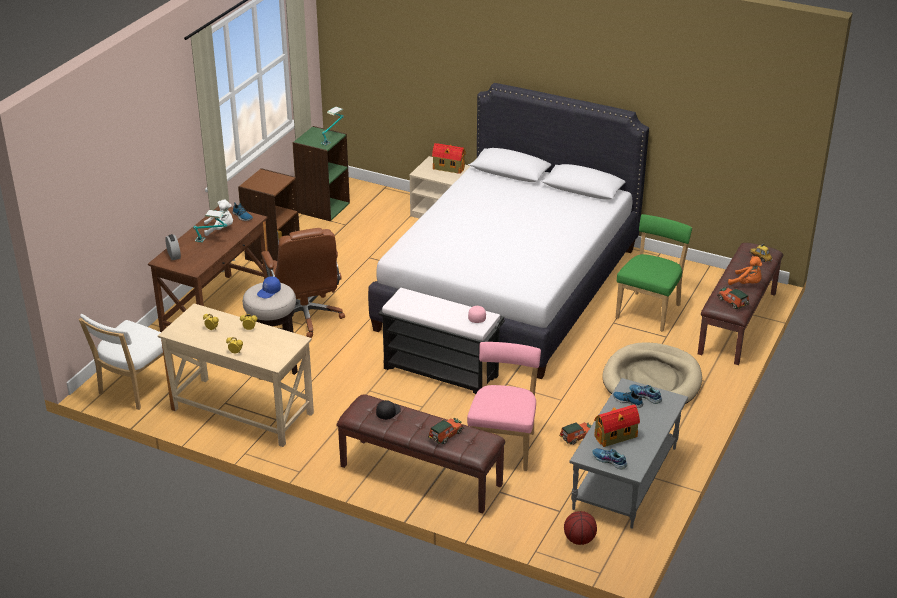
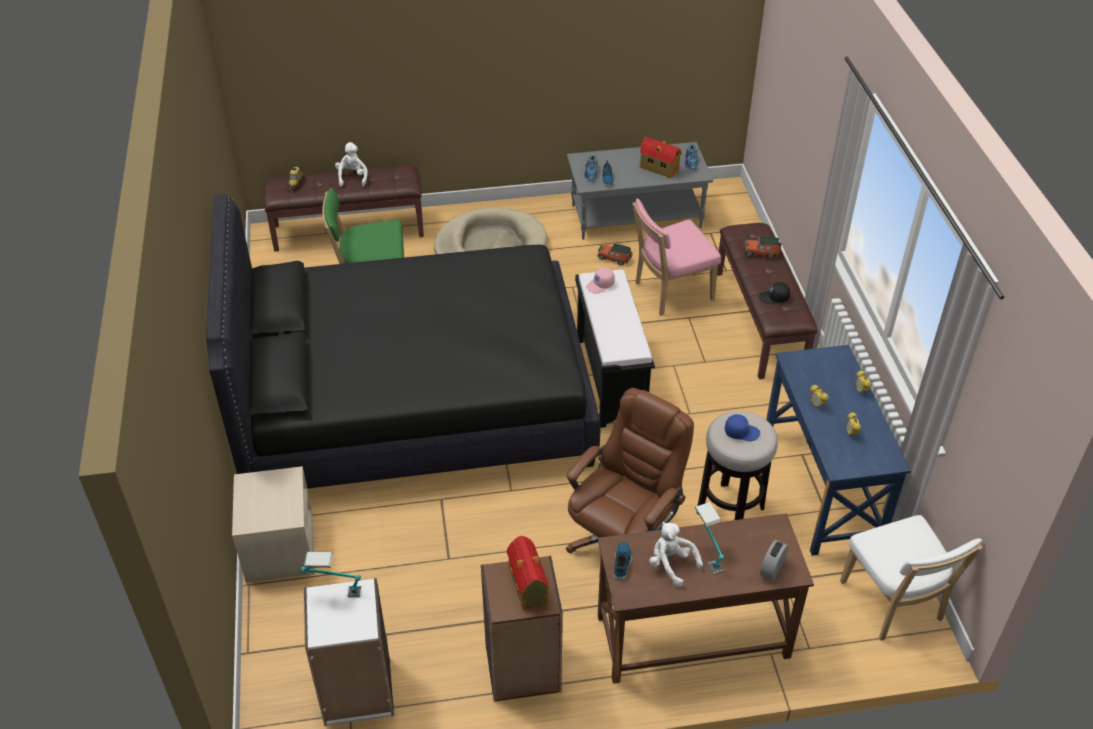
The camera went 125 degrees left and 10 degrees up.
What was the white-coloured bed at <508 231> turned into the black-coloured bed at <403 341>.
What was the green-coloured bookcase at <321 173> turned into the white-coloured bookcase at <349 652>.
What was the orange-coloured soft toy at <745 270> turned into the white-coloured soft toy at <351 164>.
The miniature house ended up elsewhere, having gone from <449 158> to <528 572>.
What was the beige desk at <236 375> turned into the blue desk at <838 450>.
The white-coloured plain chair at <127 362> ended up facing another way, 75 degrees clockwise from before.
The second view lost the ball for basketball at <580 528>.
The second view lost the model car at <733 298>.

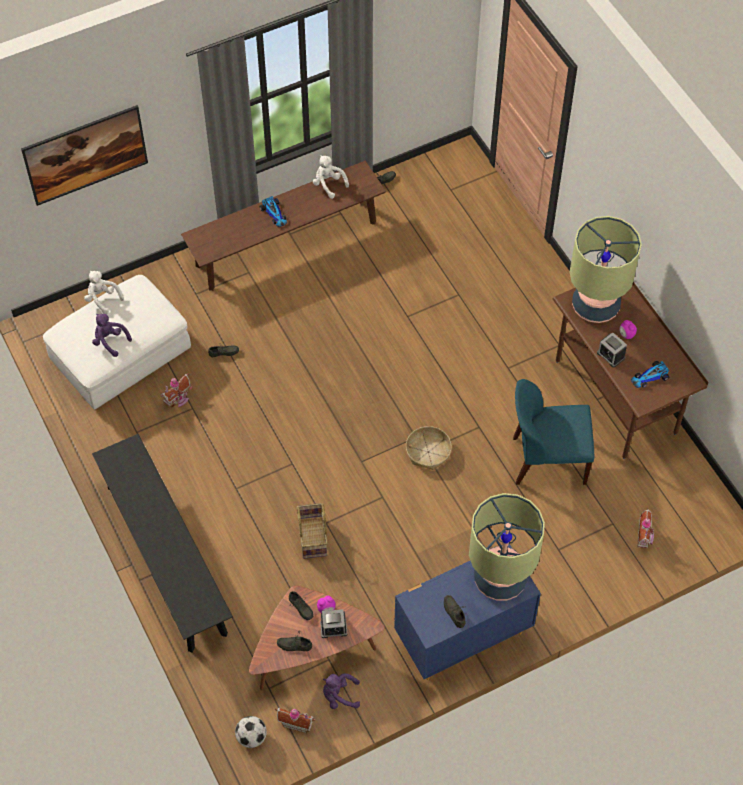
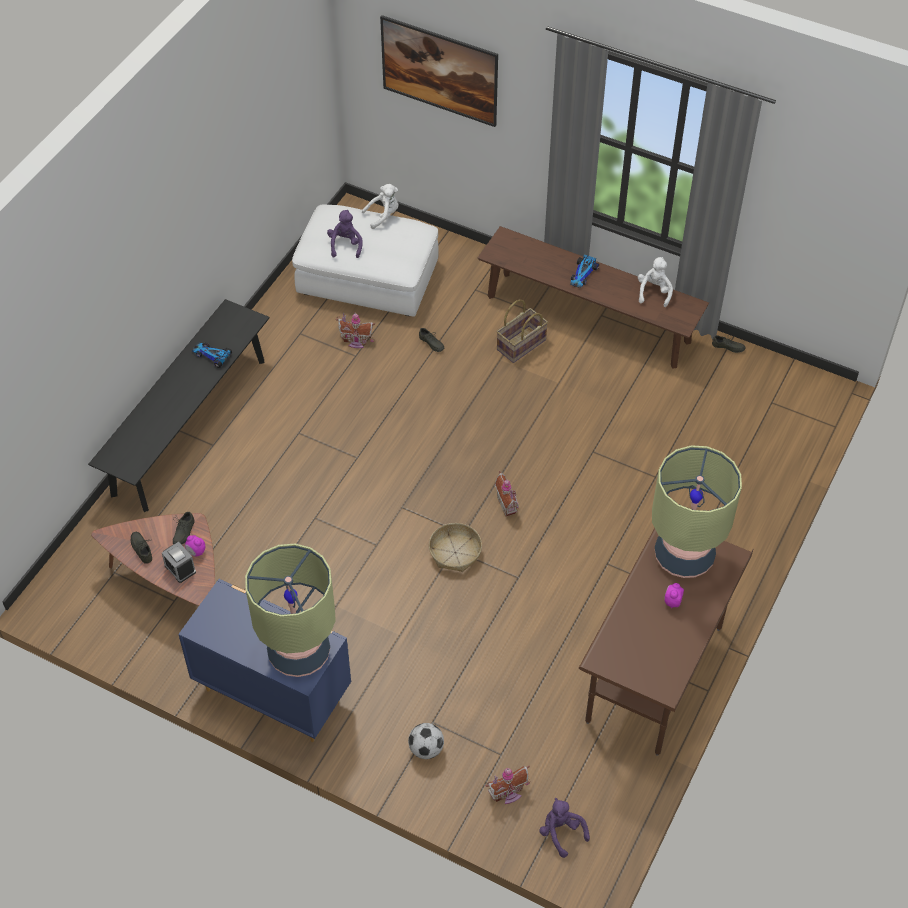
The camera went 55 degrees right and 5 degrees down.
The model car ended up elsewhere, having gone from <650 374> to <212 355>.
The white-coloured soft toy at <104 292> ended up facing another way, 60 degrees clockwise from before.
The football ball ended up elsewhere, having gone from <251 732> to <426 741>.
The miniature house ended up elsewhere, having gone from <295 720> to <507 493>.
The basket ended up elsewhere, having gone from <312 531> to <522 331>.
The purplish soft toy ended up elsewhere, having gone from <341 691> to <564 828>.
The second view lost the gray shoe at <455 611>.
The second view lost the blue plain chair at <553 432>.
The second view lost the bedside clock at <612 350>.

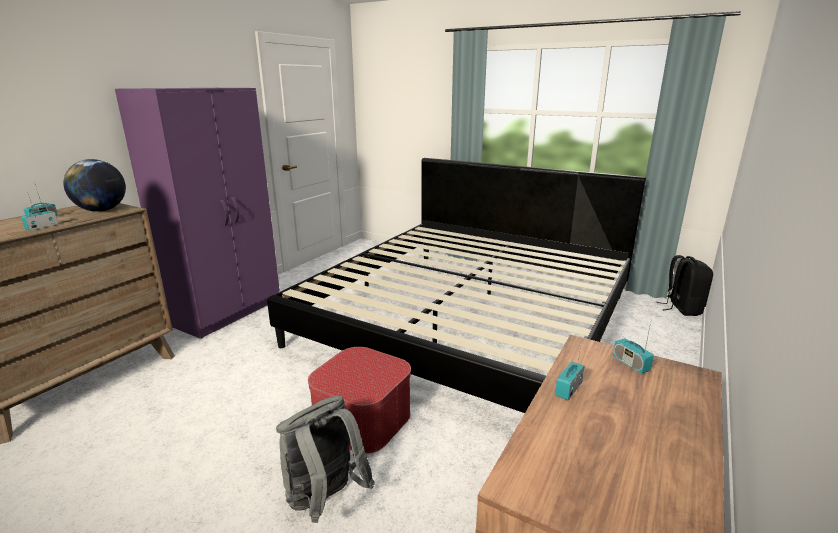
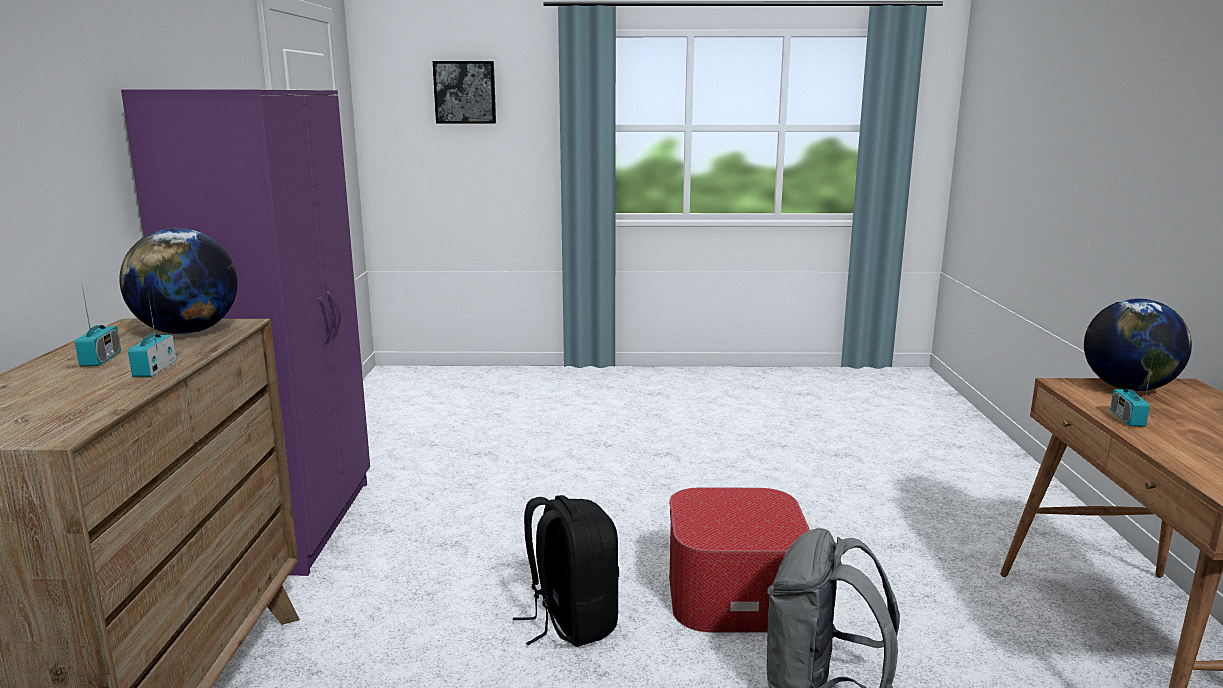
The camera went 30 degrees left and 5 degrees down.
The second view gained the wall art at <464 92>.
The black-coloured knapsack ended up elsewhere, having gone from <685 285> to <566 571>.
Where the radio set stood at <633 346>, the globe came to stand at <1138 344>.
The second view lost the bed at <456 285>.

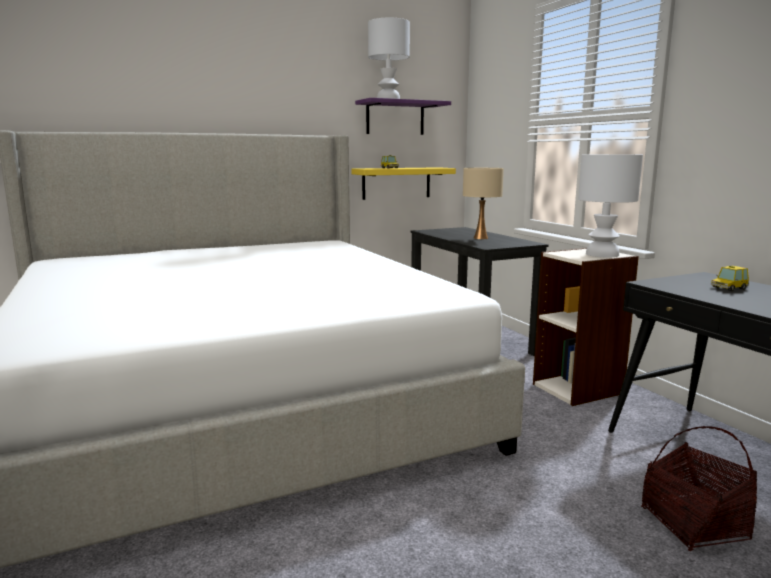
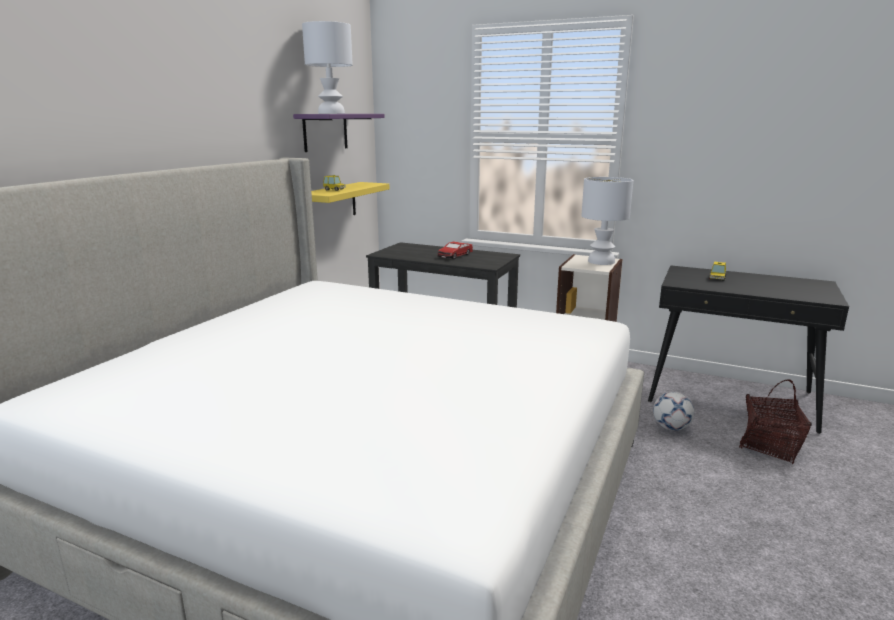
The camera went 40 degrees left and 5 degrees up.
Where the beige lamp for a table stood at <483 203>, the model car came to stand at <455 250>.
The second view gained the football ball at <673 411>.

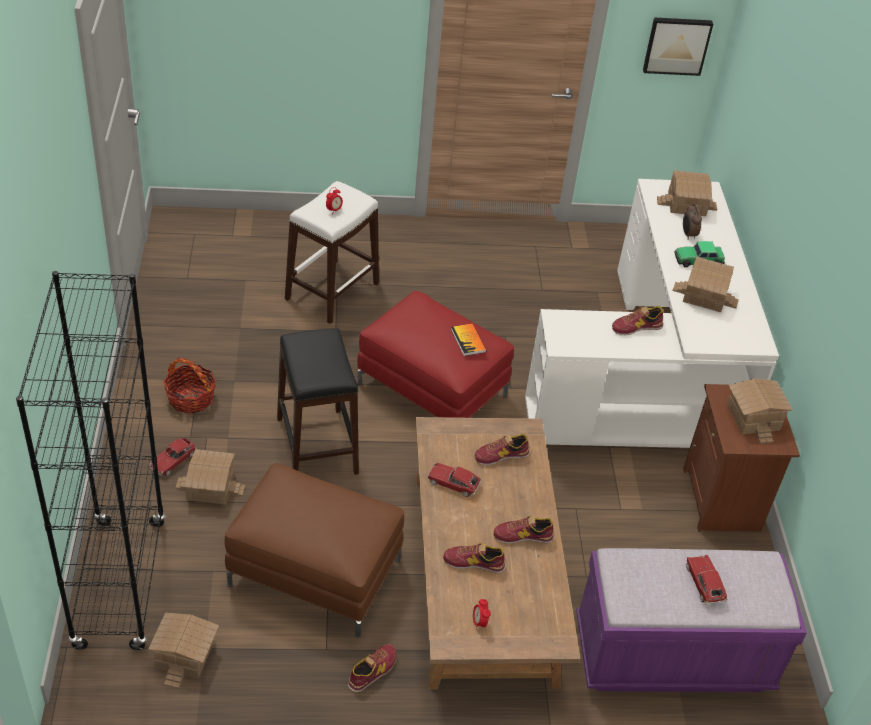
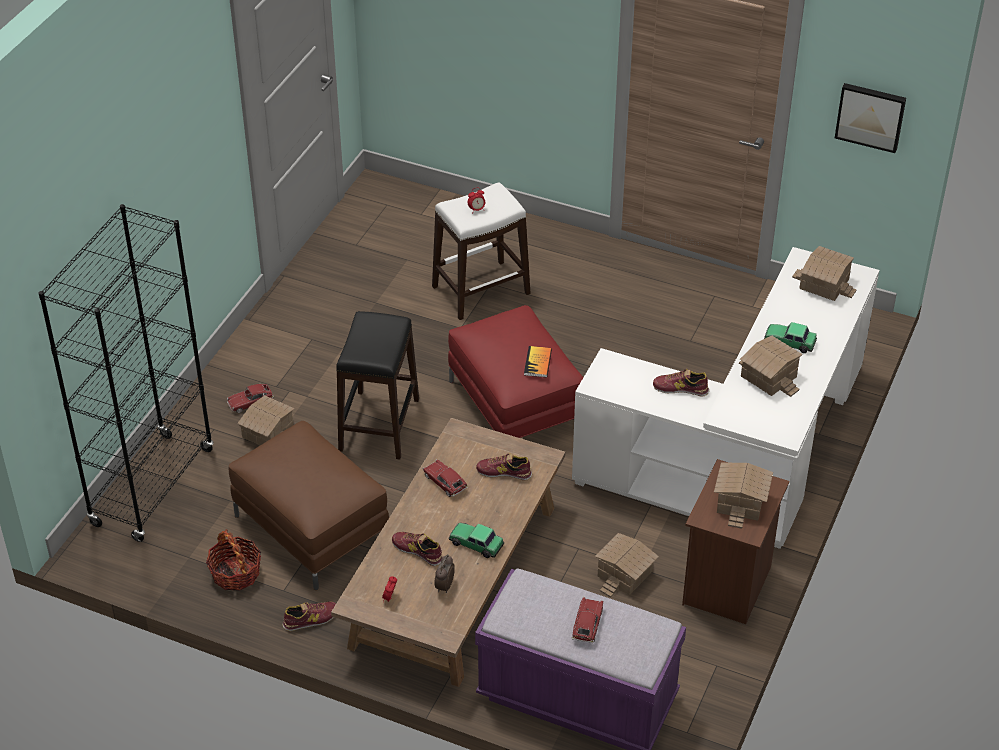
The camera went 30 degrees right and 0 degrees up.
The basket ended up elsewhere, having gone from <189 385> to <233 560>.
The bedside clock ended up elsewhere, having gone from <692 222> to <445 573>.
Where the shoe stood at <524 530>, the model car came to stand at <476 540>.
The miniature house ended up elsewhere, having gone from <183 651> to <627 565>.

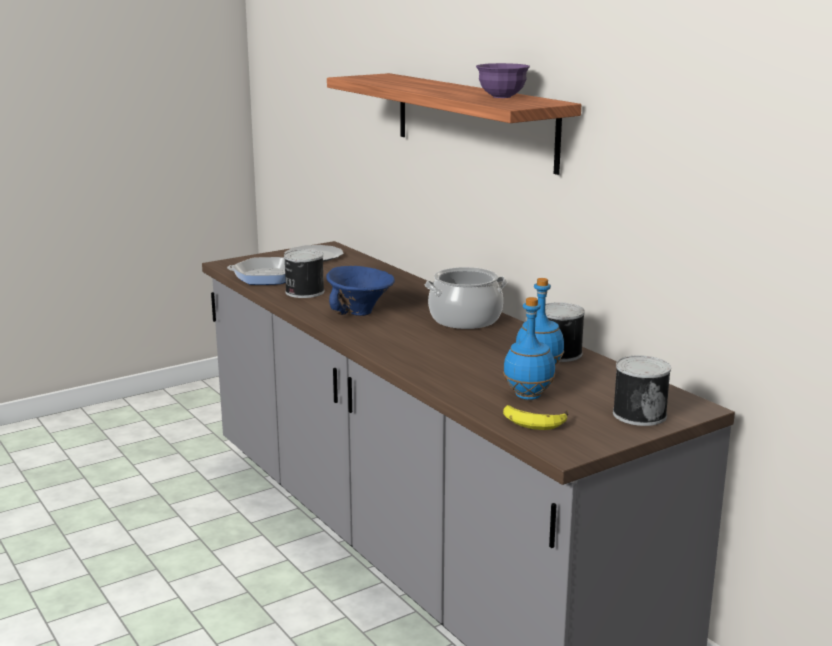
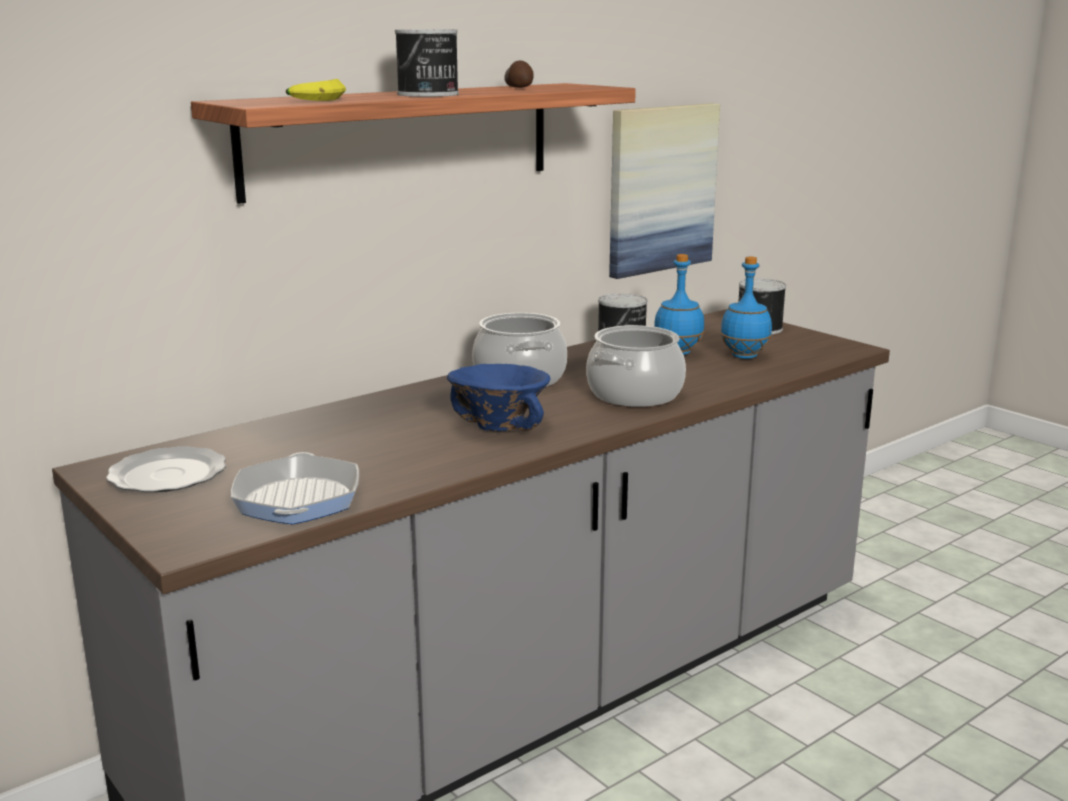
The camera went 95 degrees left and 0 degrees up.
The banana fruit ended up elsewhere, having gone from <535 417> to <316 90>.
The sealed can ended up elsewhere, having gone from <304 273> to <427 63>.
Where the purplish serving bowl stood at <503 80>, the potato came to stand at <519 74>.
The second view gained the saucepot at <636 366>.
The second view gained the wall art at <664 191>.

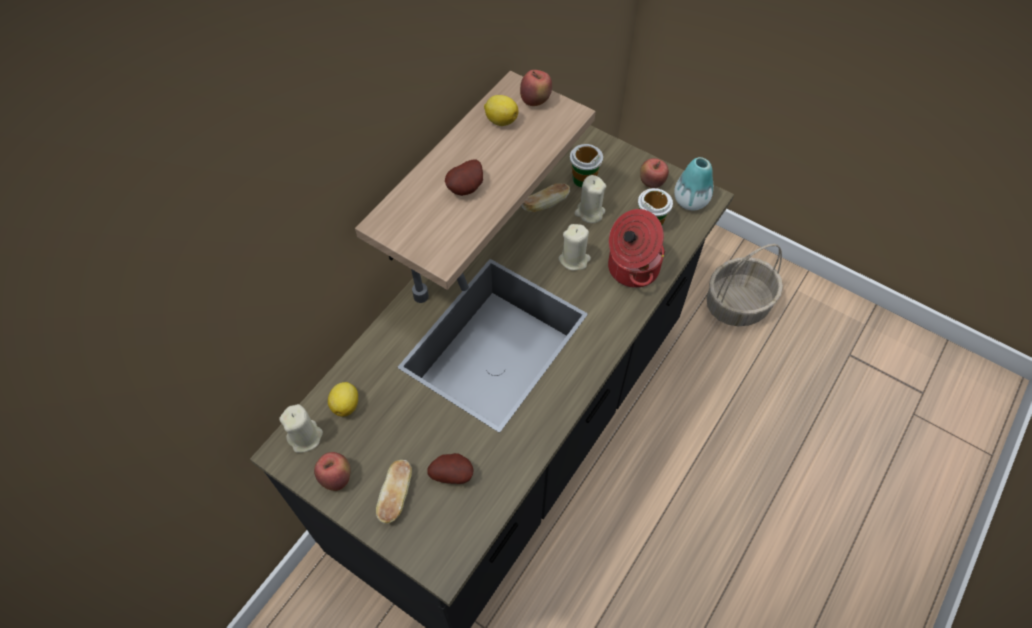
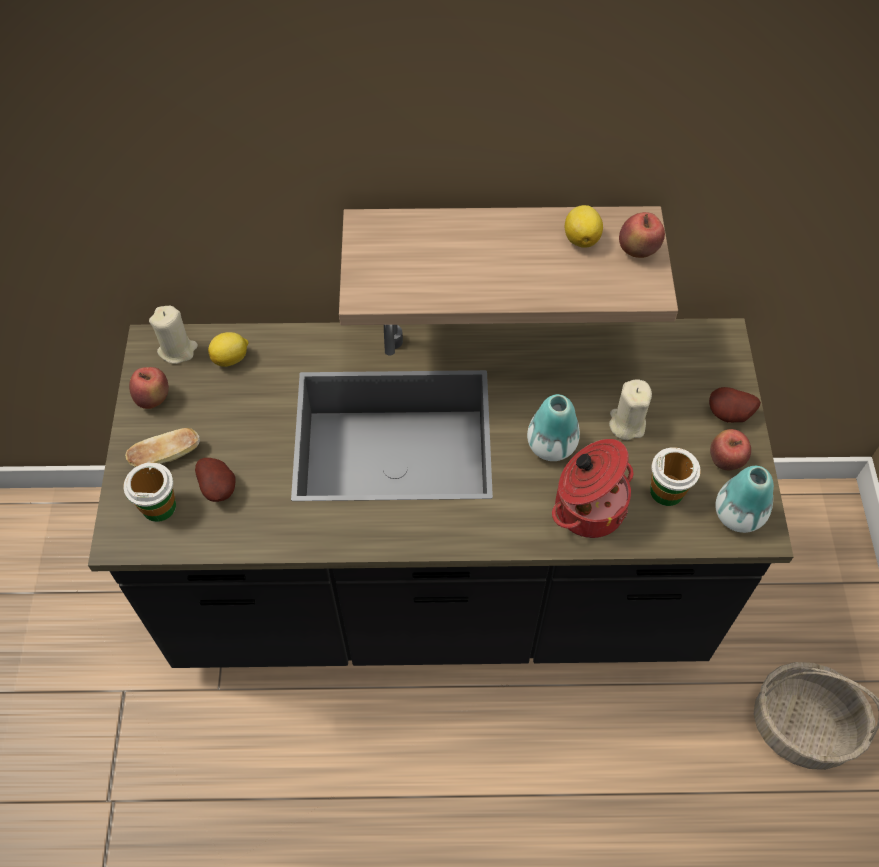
The camera went 55 degrees right and 0 degrees up.
The small cup ended up elsewhere, having gone from <586 166> to <150 492>.
Where the beige wax candle stood at <574 247>, the vase came to stand at <553 427>.
The potato ended up elsewhere, having gone from <464 177> to <735 405>.
The second view lost the baked bread at <546 198>.

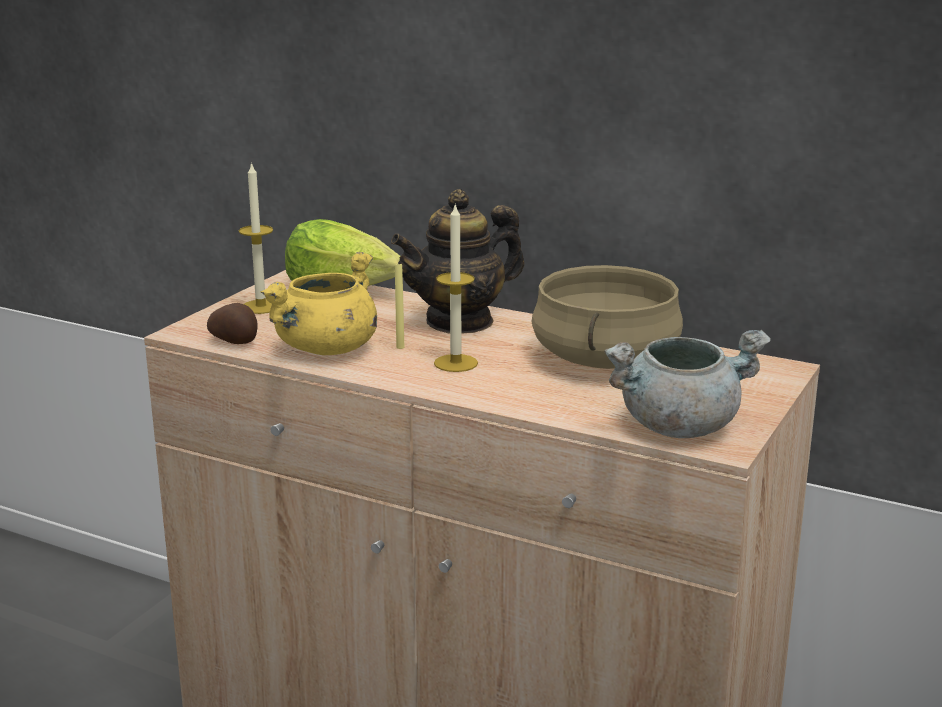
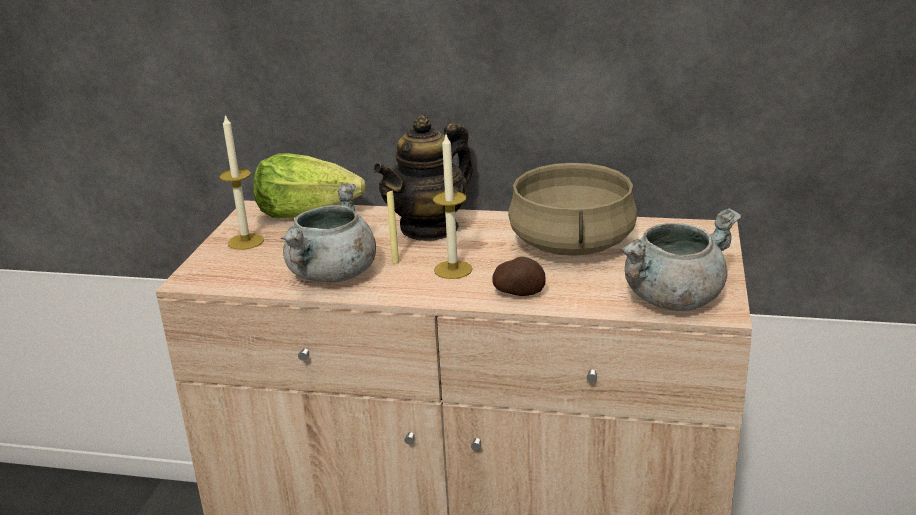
The camera went 15 degrees left and 5 degrees up.
What was the yellow-coloured saucepot at <318 303> turned into the gray saucepot at <328 233>.
The potato ended up elsewhere, having gone from <232 323> to <519 276>.

